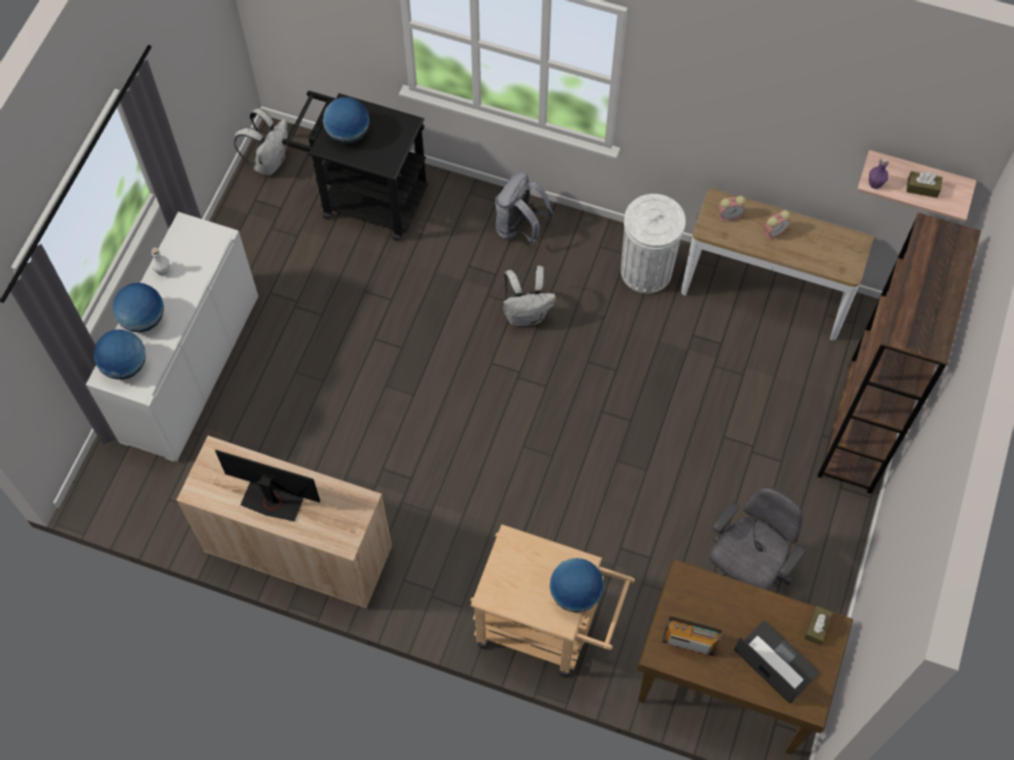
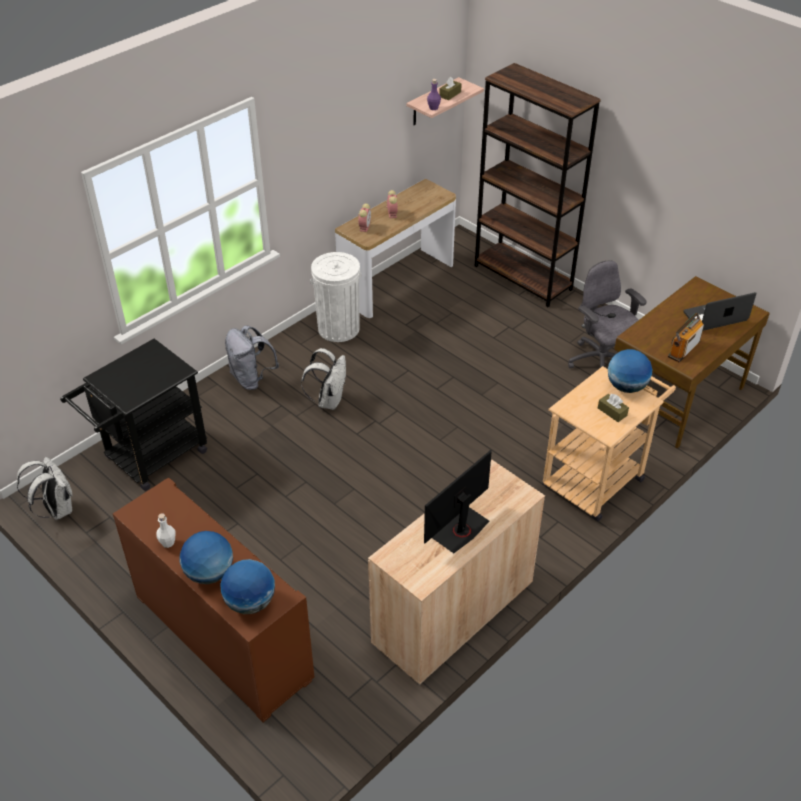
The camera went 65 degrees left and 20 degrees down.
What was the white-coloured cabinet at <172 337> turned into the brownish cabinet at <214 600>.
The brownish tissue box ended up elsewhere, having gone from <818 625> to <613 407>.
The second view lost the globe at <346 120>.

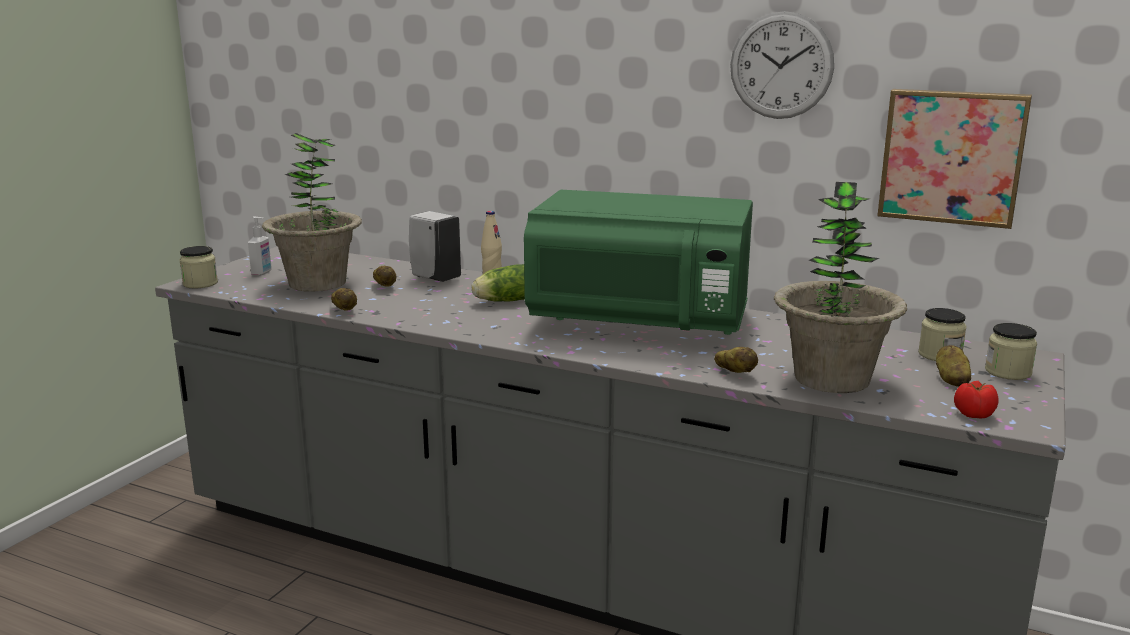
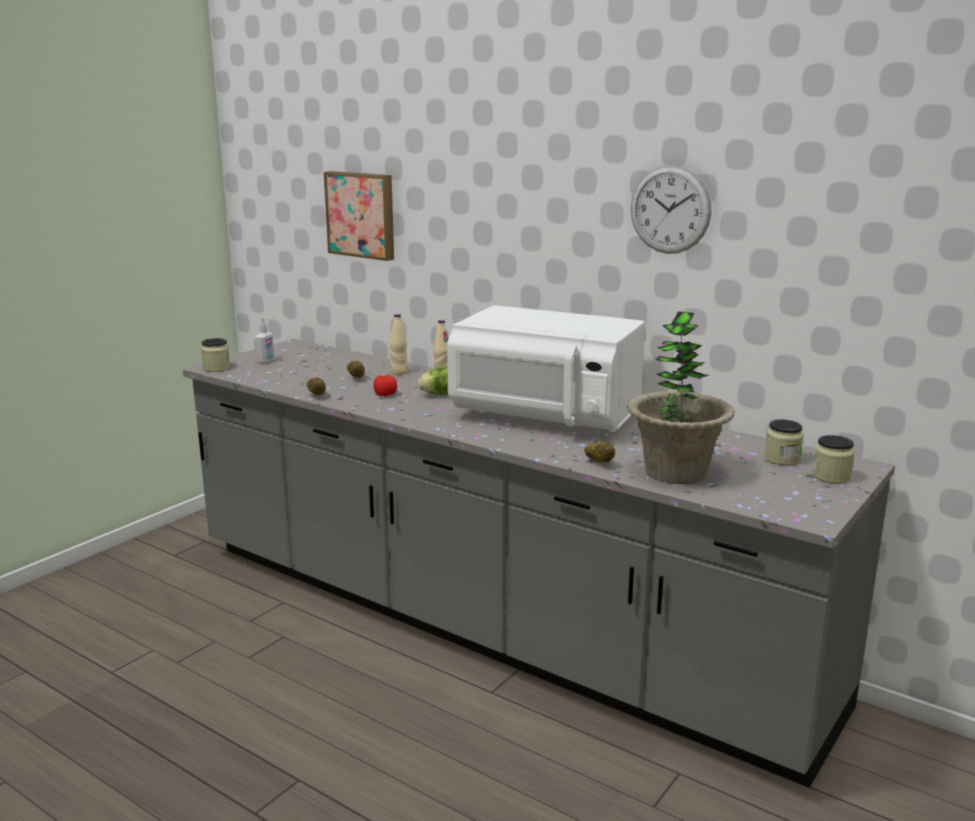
The camera went 10 degrees right and 0 degrees up.
The wall art ended up elsewhere, having gone from <954 159> to <359 216>.
The tomato ended up elsewhere, having gone from <976 400> to <385 385>.
Where the white-coloured liquid soap bottle stood at <435 246>, the beige bottle came to stand at <398 344>.
What was the green-coloured kitchen microwave at <638 262> turned into the white-coloured kitchen microwave at <546 368>.
The second view lost the potted plant at <312 212>.
The second view lost the potato at <953 366>.

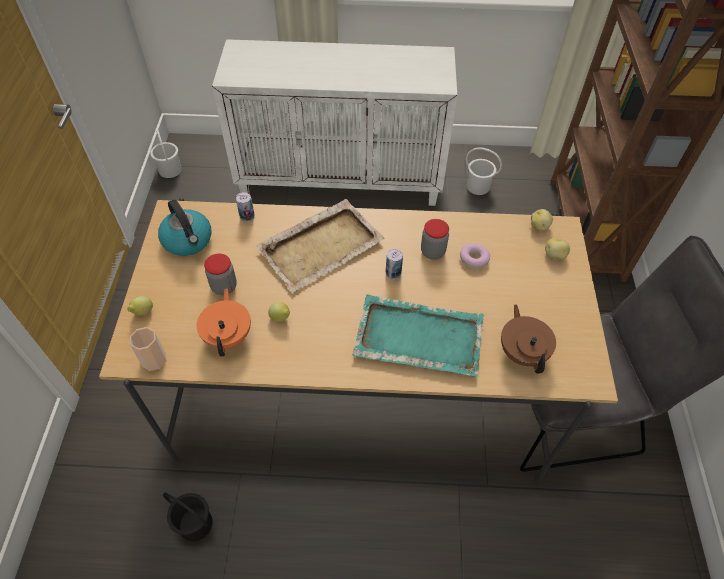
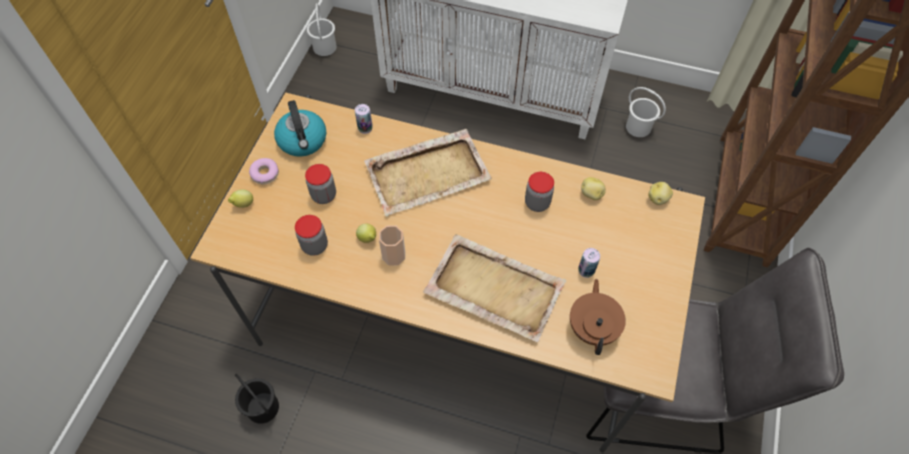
The camera went 15 degrees right and 5 degrees up.
The doughnut ended up elsewhere, having gone from <475 256> to <264 171>.
Where the orange-coloured tea pot stood at <223 322>, the preserve jar came to stand at <311 235>.
The small cup ended up elsewhere, having gone from <147 349> to <392 245>.
What was the blue-green carrying tray at <418 336> turned into the beige carrying tray at <494 288>.
The sealed can ended up elsewhere, having gone from <394 264> to <589 263>.
The potato ended up elsewhere, having gone from <557 249> to <593 188>.

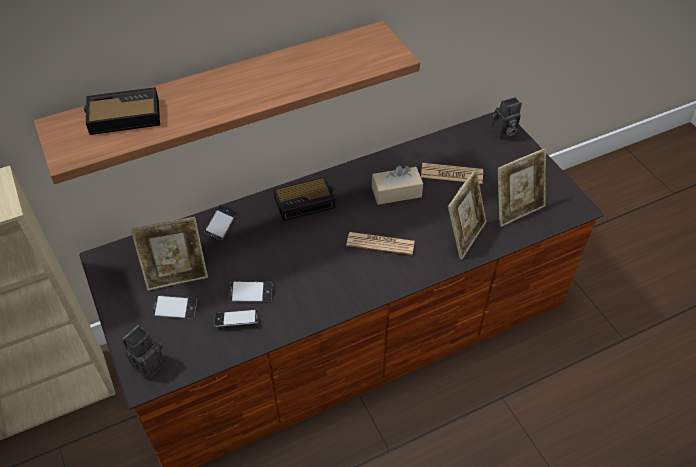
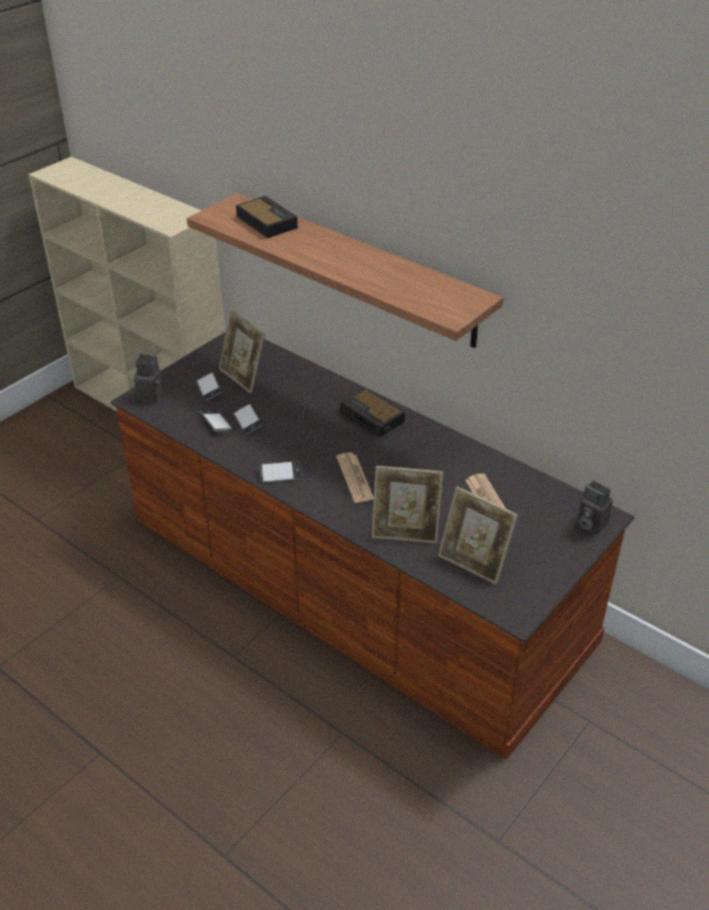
The camera went 65 degrees right and 10 degrees down.
The telephone ended up elsewhere, having gone from <220 222> to <281 472>.
The second view lost the beige tissue box at <397 185>.

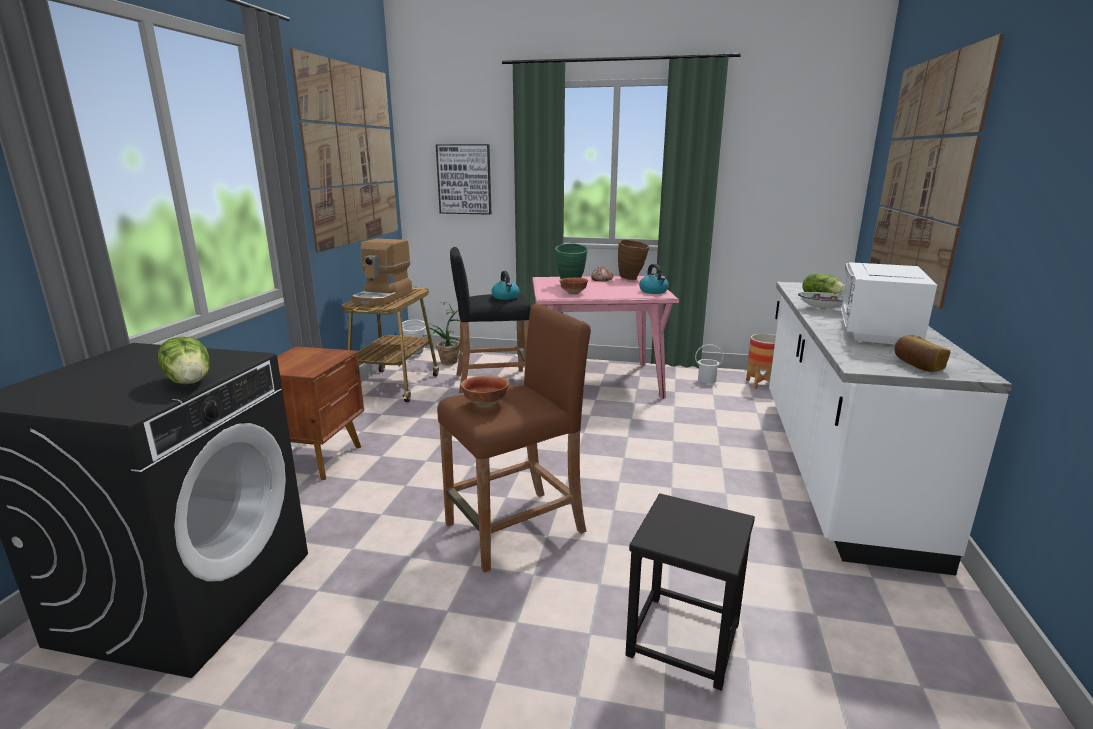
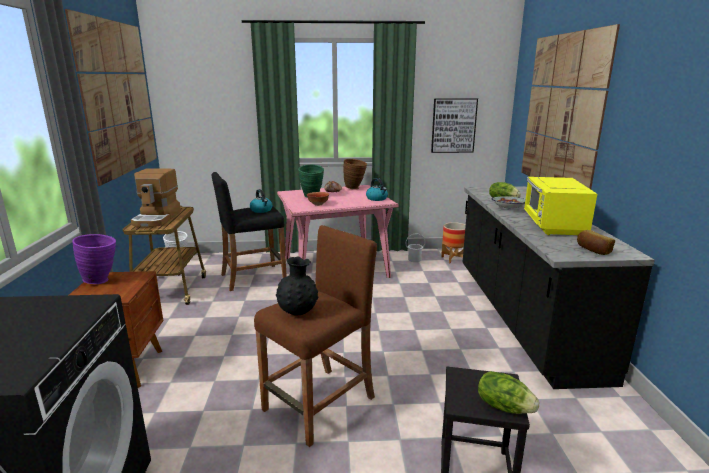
The camera went 15 degrees left and 0 degrees up.
The second view gained the purplish vase at <94 259>.
Where the serving bowl stood at <485 392>, the black-coloured vase came to stand at <297 286>.
The wall art ended up elsewhere, having gone from <463 179> to <454 125>.
What was the white-coloured kitchen base unit at <890 428> turned into the black-coloured kitchen base unit at <558 287>.
The lettuce head ended up elsewhere, having gone from <184 361> to <508 392>.
What was the white-coloured kitchen microwave at <889 303> turned into the yellow-coloured kitchen microwave at <560 206>.
The second view lost the potted plant at <448 333>.

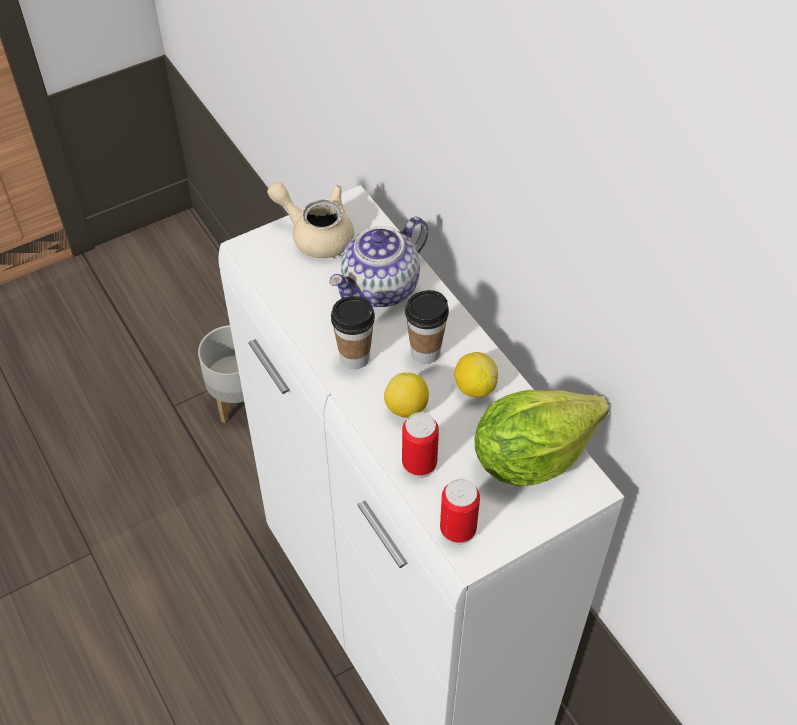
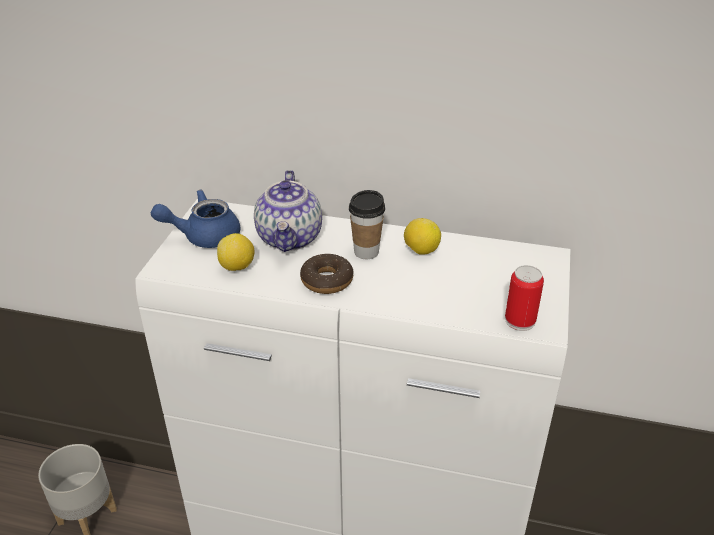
The camera went 45 degrees left and 15 degrees down.
What was the beige tea pot at <310 220> turned into the blue tea pot at <195 219>.
The citrus fruit ended up elsewhere, having gone from <406 395> to <236 252>.
Where the small cup stood at <353 332>, the doughnut came to stand at <326 274>.
The second view lost the sealed can at <420 445>.
The second view lost the lettuce head at <542 438>.

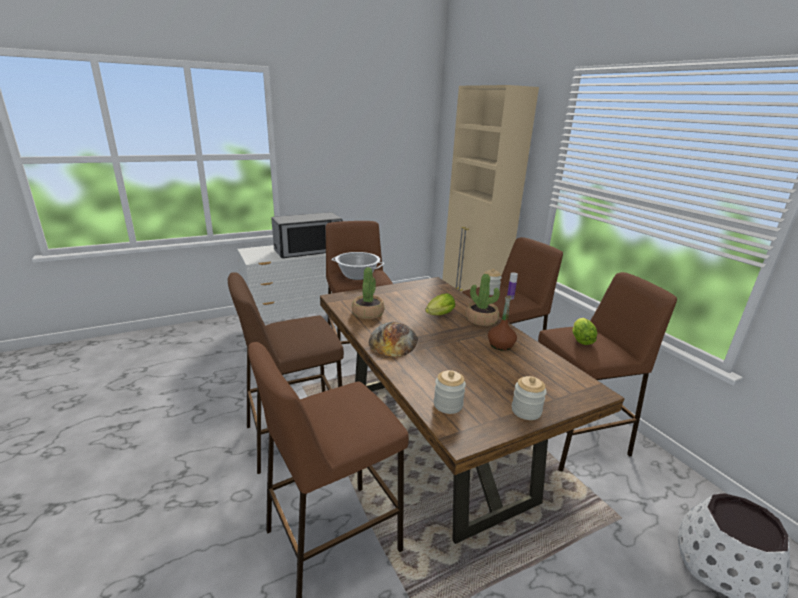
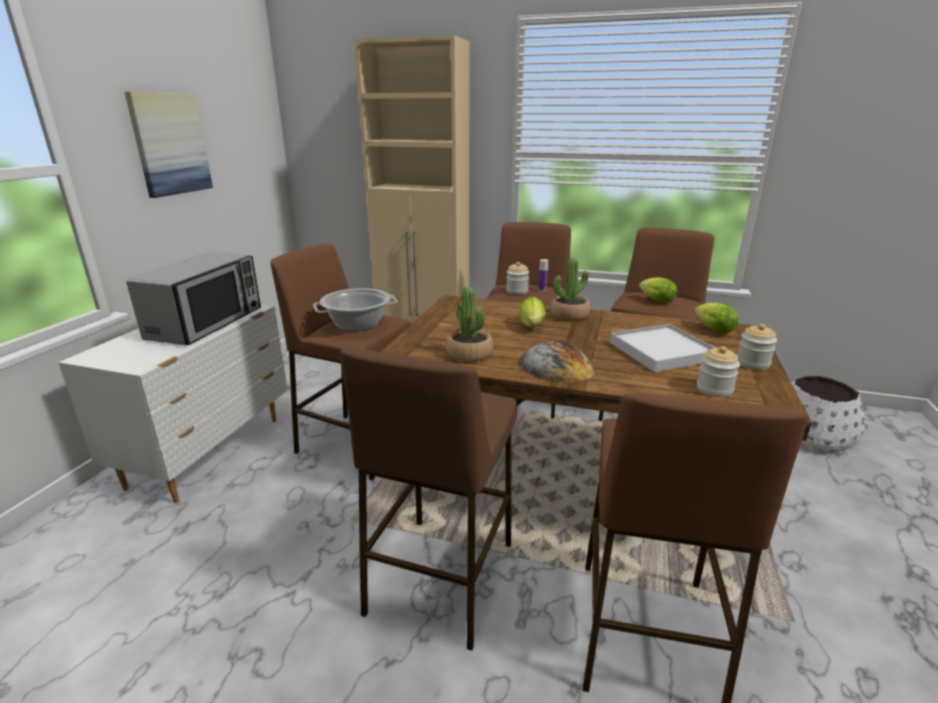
The camera went 45 degrees left and 0 degrees up.
The second view gained the wall art at <169 145>.
The second view gained the white-coloured carrying tray at <662 348>.
The second view gained the lettuce head at <716 318>.
The second view lost the brownish bottle at <502 323>.

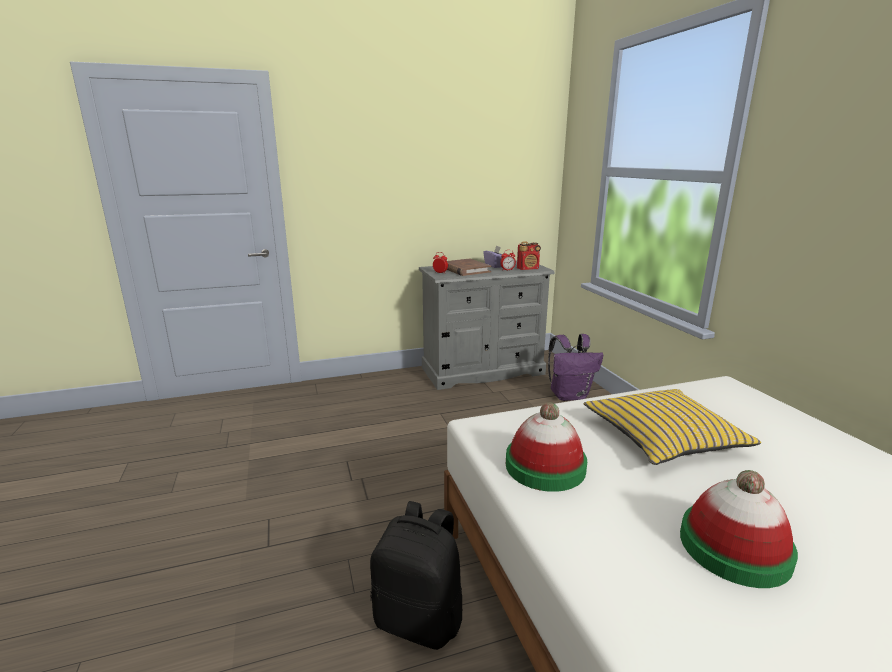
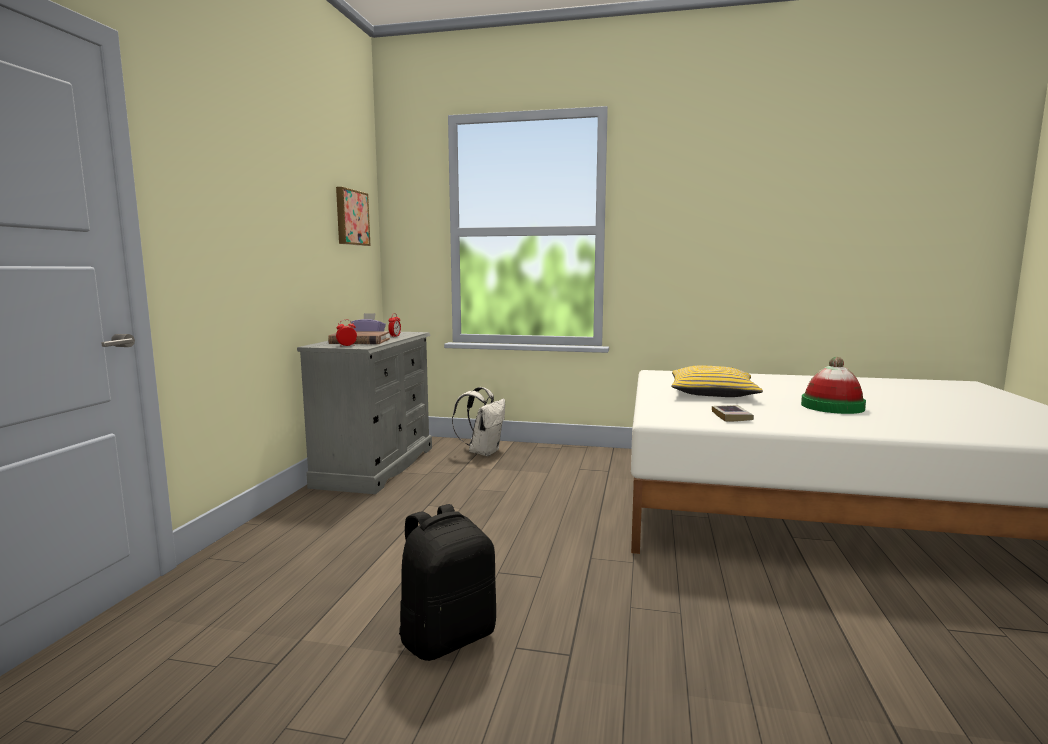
The camera went 60 degrees left and 10 degrees down.
The second view gained the wall art at <353 216>.
The black-coloured knapsack ended up elsewhere, having gone from <416 575> to <447 582>.
What was the purplish knapsack at <575 367> turned into the white-coloured knapsack at <478 422>.
Where the hat stood at <546 447>, the volume came to stand at <733 413>.
The second view lost the radio set at <529 255>.

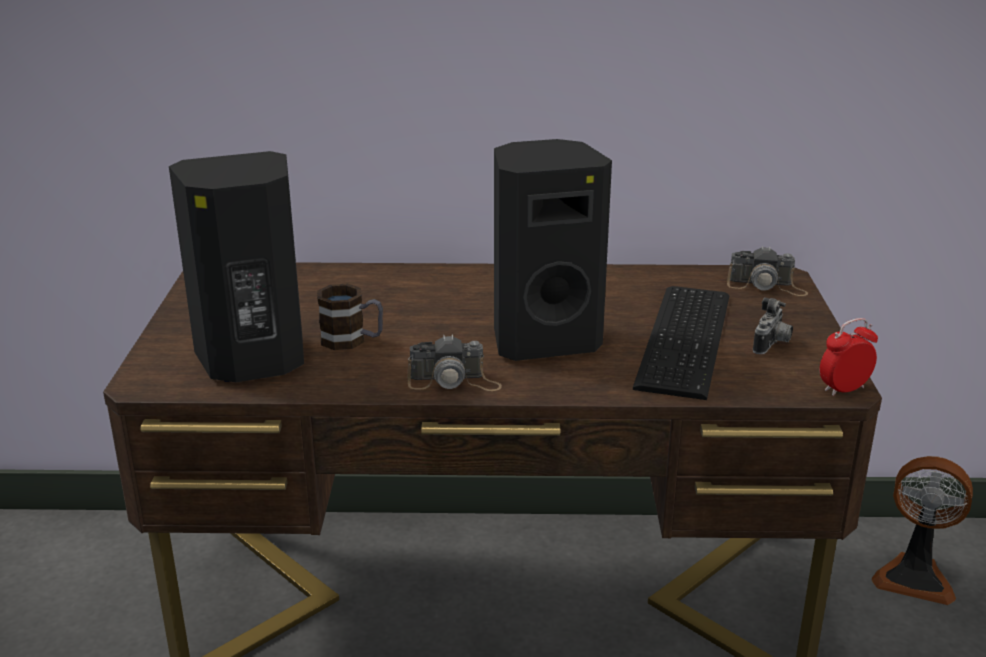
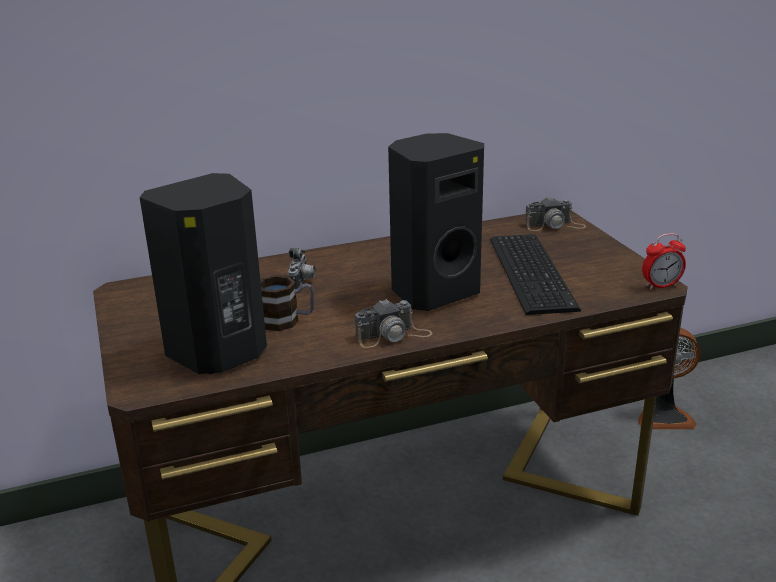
The camera went 20 degrees left and 0 degrees up.
The still camera ended up elsewhere, having gone from <773 325> to <301 268>.
The bedside clock at <849 357> ended up facing another way, 150 degrees counterclockwise from before.

